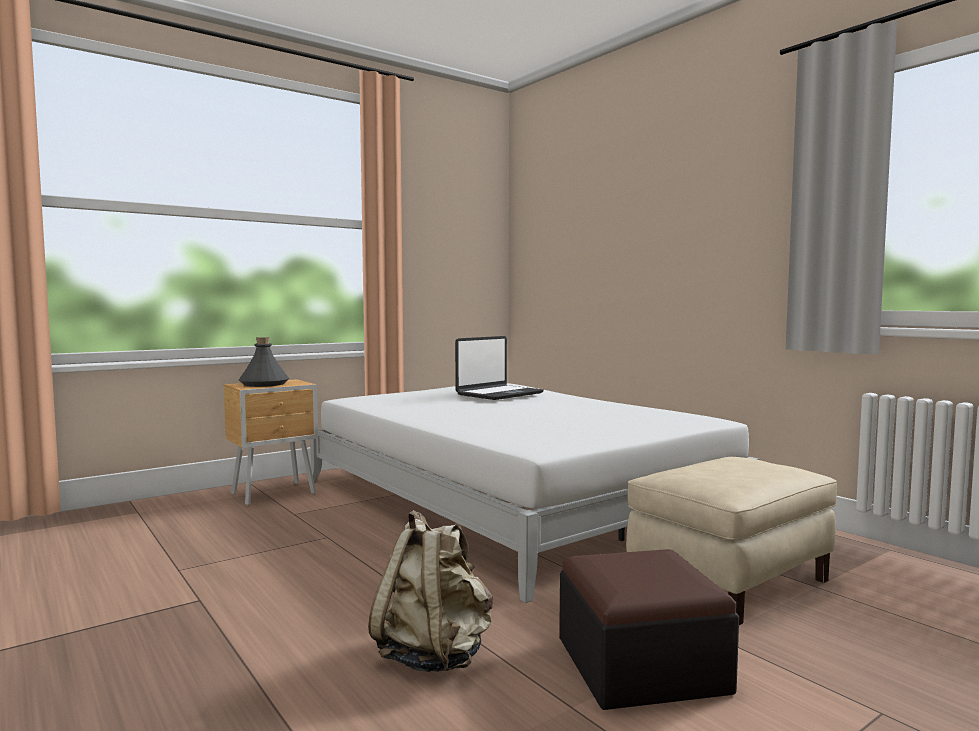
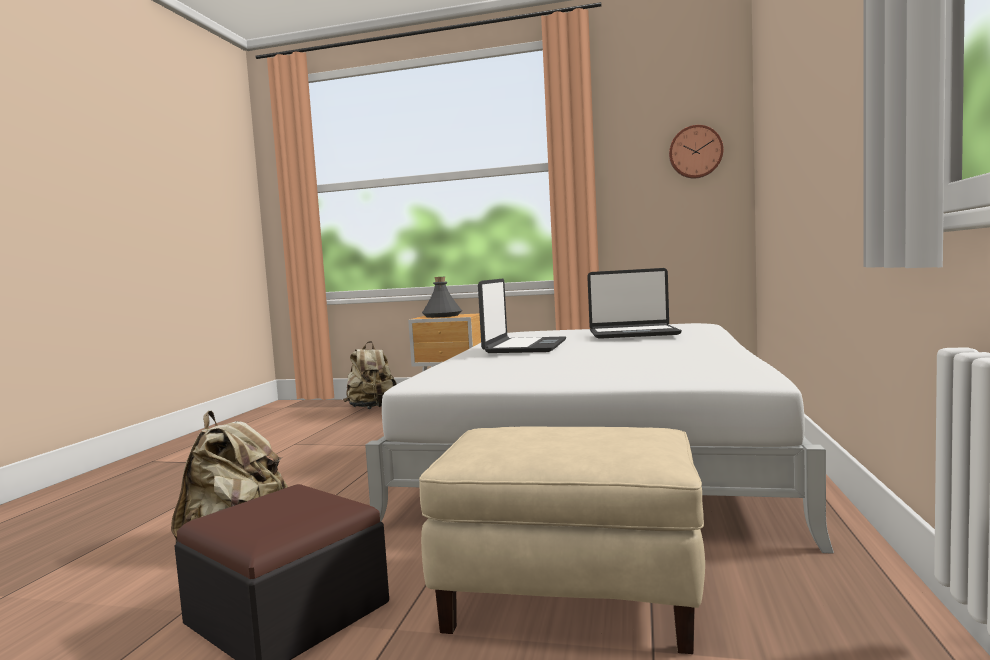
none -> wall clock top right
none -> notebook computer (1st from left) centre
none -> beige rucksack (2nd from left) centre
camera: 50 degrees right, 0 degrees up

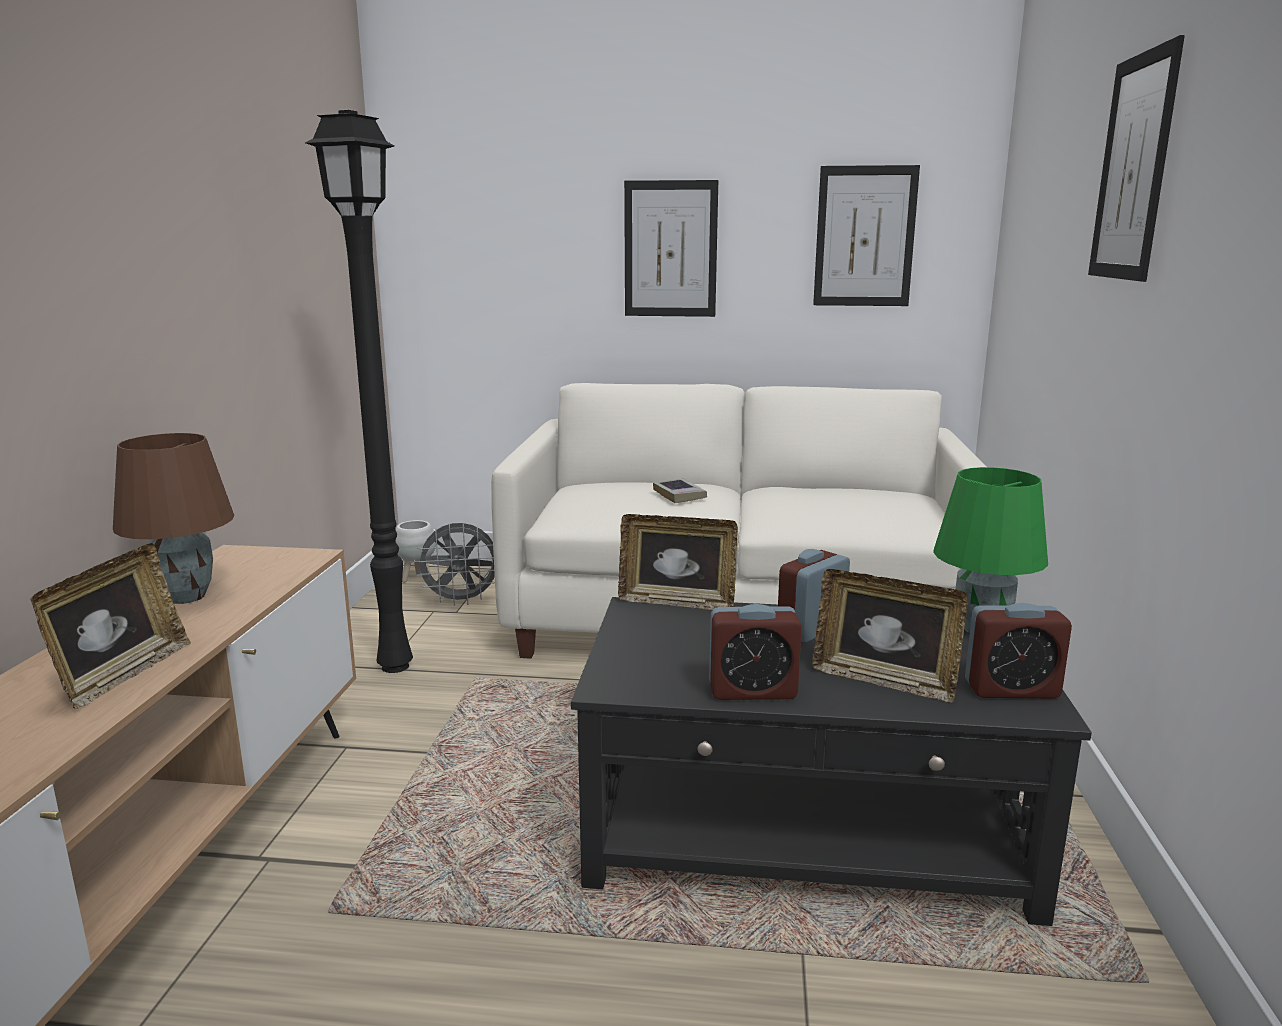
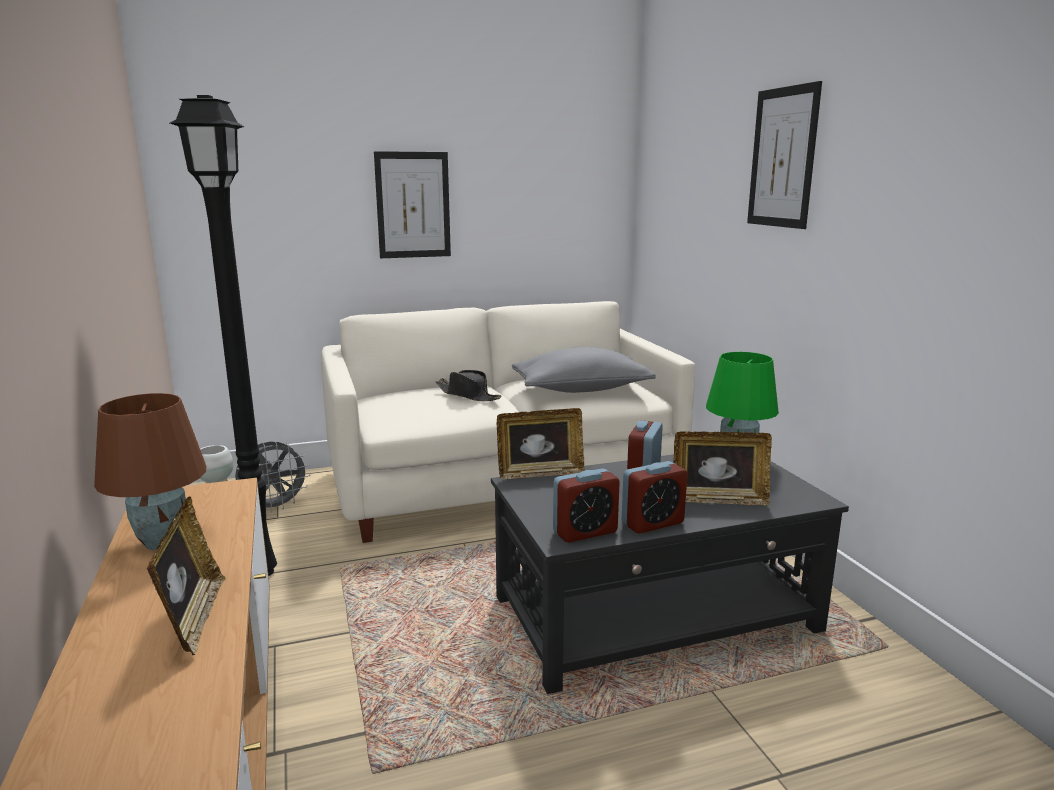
wall art (2nd from left) top right -> none
bound book centre -> black-coloured clothing hat centre
alarm clock (3rd from left in the first image) middle right -> alarm clock (1st from left) centre, moved
none -> grey throw pillow centre
camera: 25 degrees left, 0 degrees up

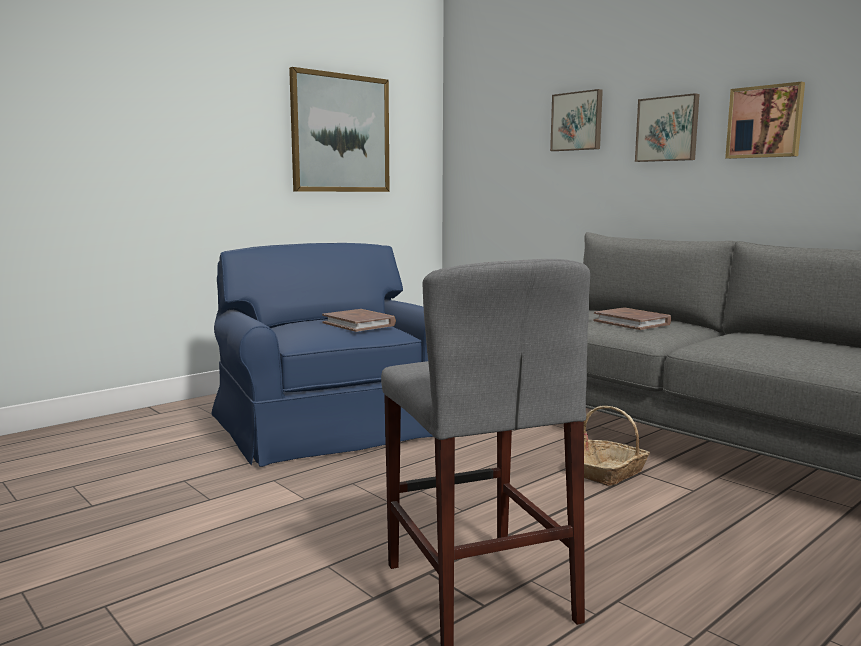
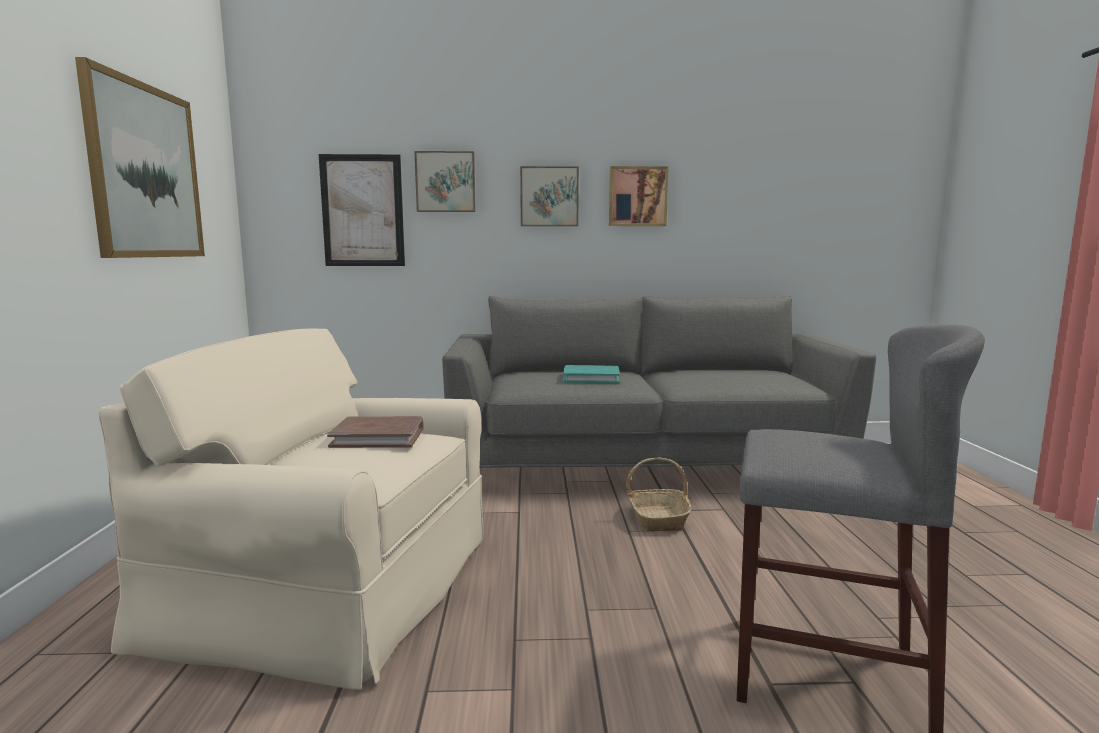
bluish easy chair centre -> beige easy chair bottom left
brown-coloured bound book (2nd from left) middle right -> blue-green bound book centre
none -> wall art (2nd from left) top left
camera: 50 degrees left, 0 degrees up

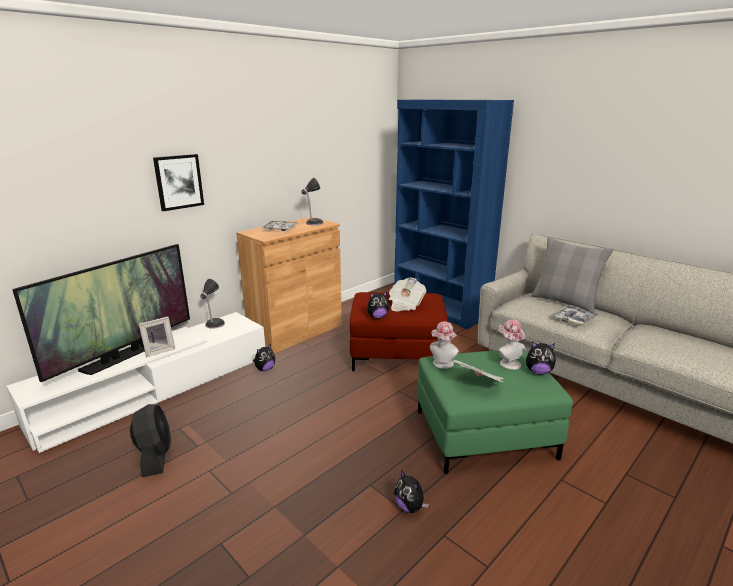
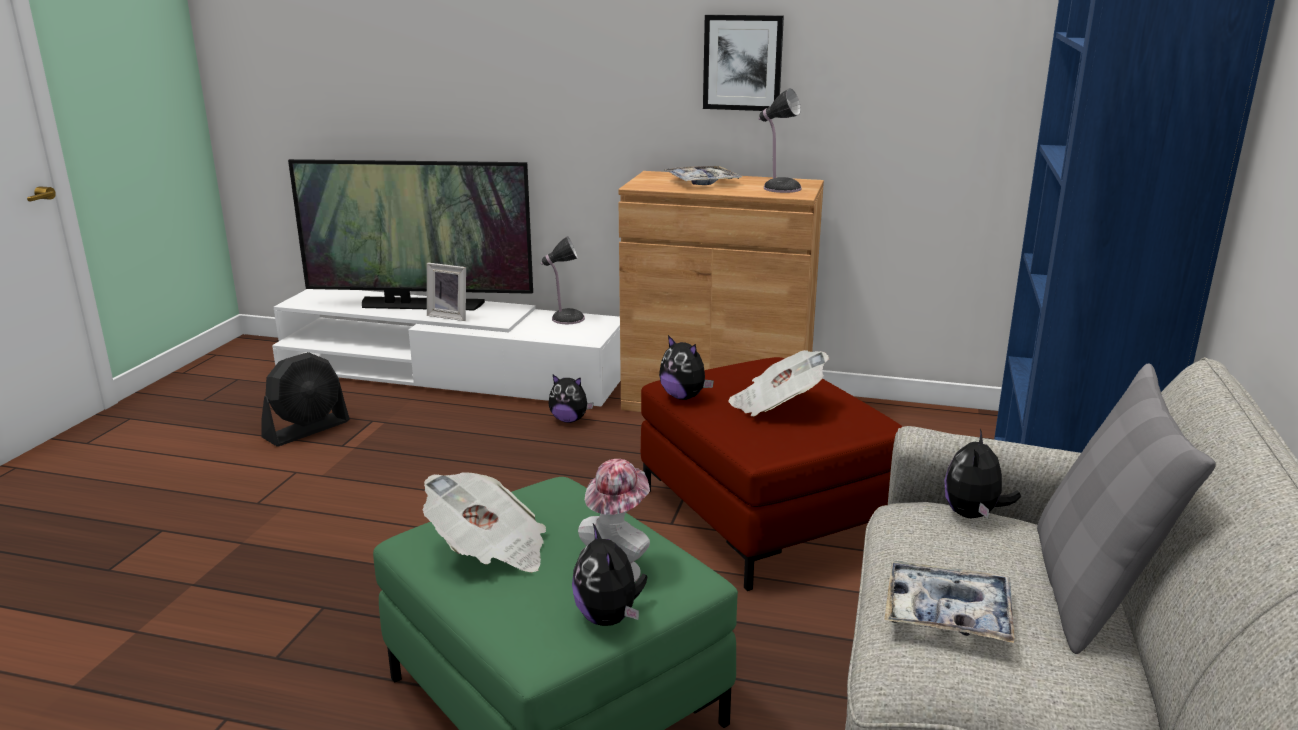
wall art top left -> wall art top centre, moved
clothing hat (1st from left) centre -> none
soft toy (3rd from left in the first image) bottom centre -> soft toy (4th from left) middle right, moved
camera: 60 degrees right, 0 degrees up

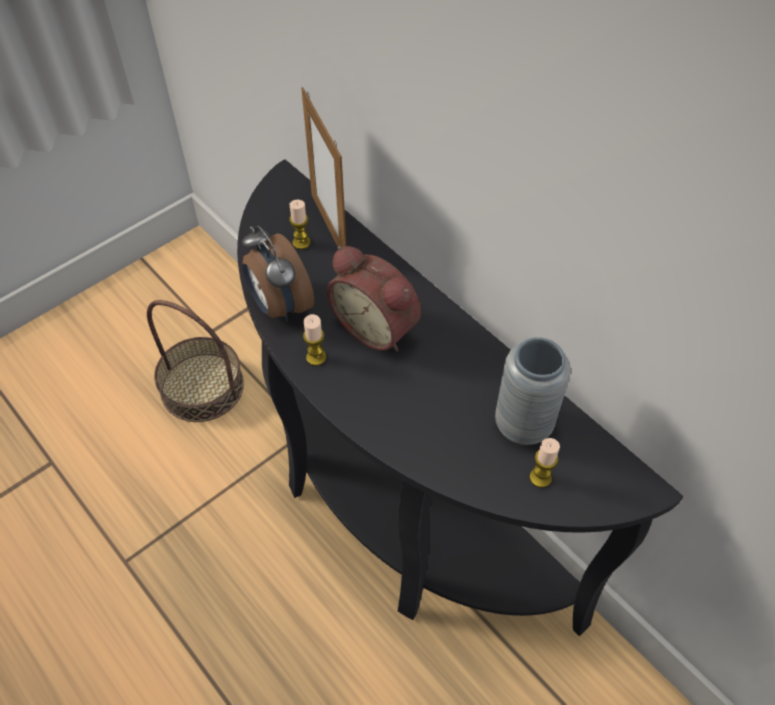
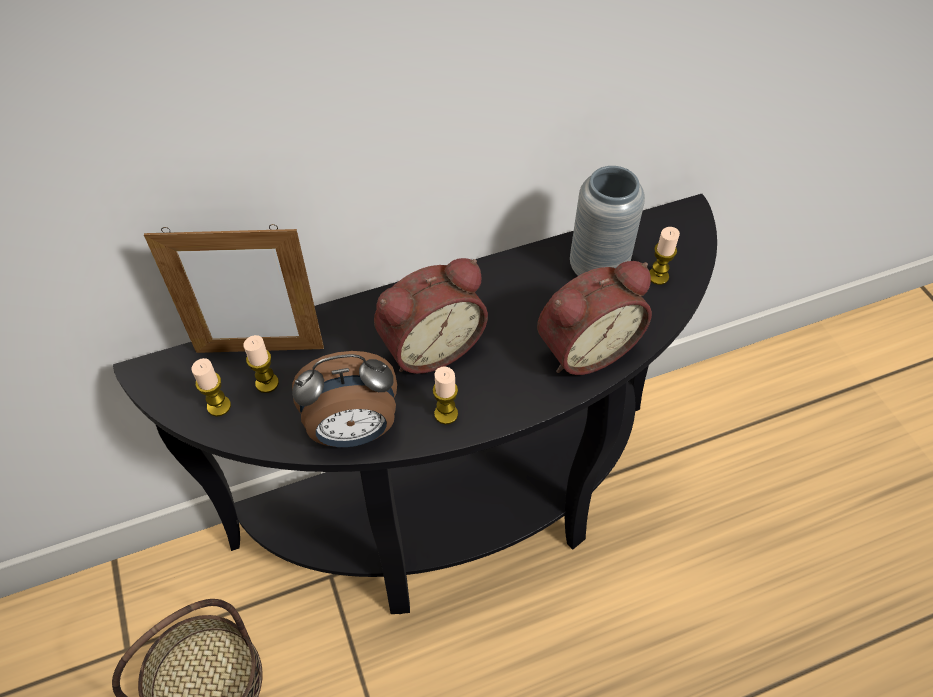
none -> alarm clock (3rd from left) centre
none -> wax light (1st from left) middle left
camera: 70 degrees left, 0 degrees up

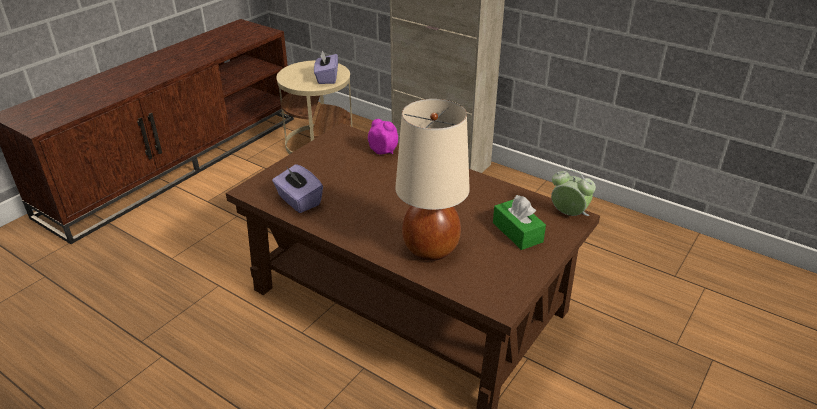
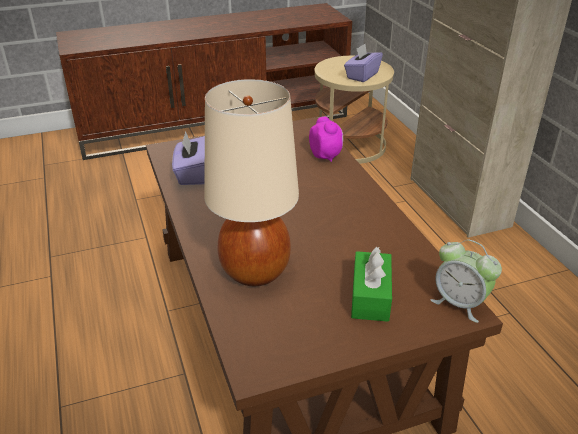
alarm clock (2nd from left) middle right, 150 degrees clockwise
camera: 35 degrees right, 0 degrees up

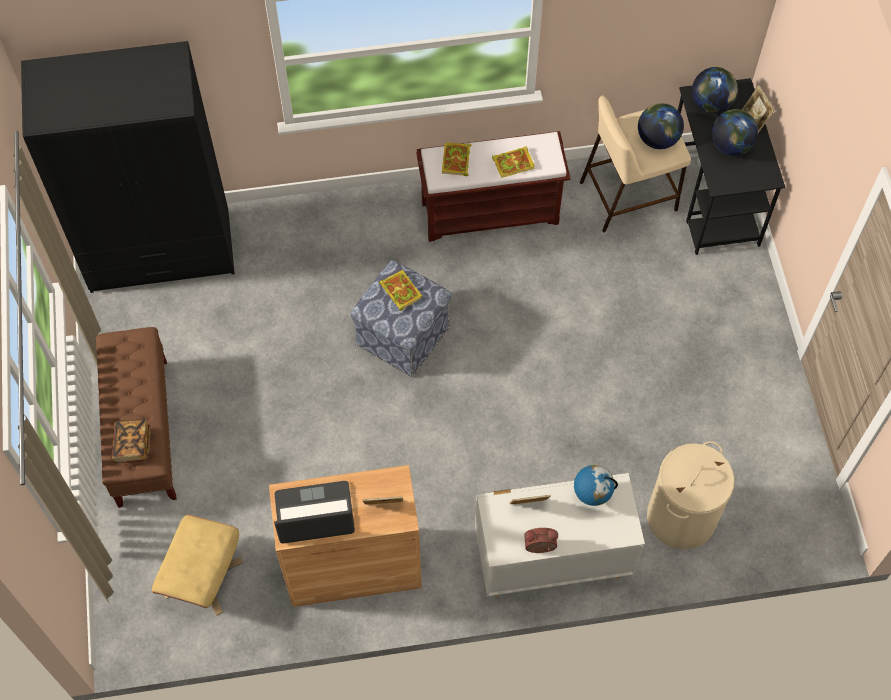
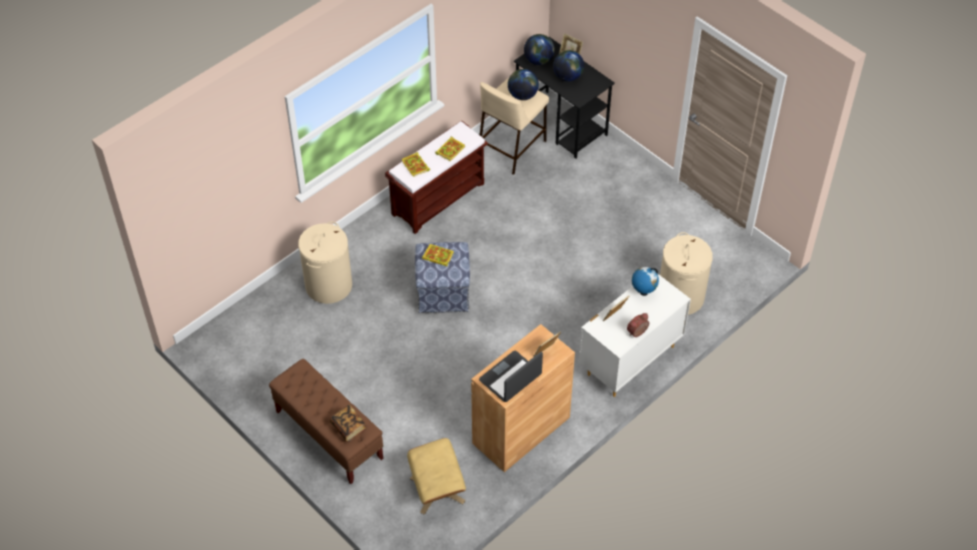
black-coloured clothes cupboard top left -> none
none -> beige washing basket (1st from left) middle left
camera: 35 degrees left, 10 degrees down

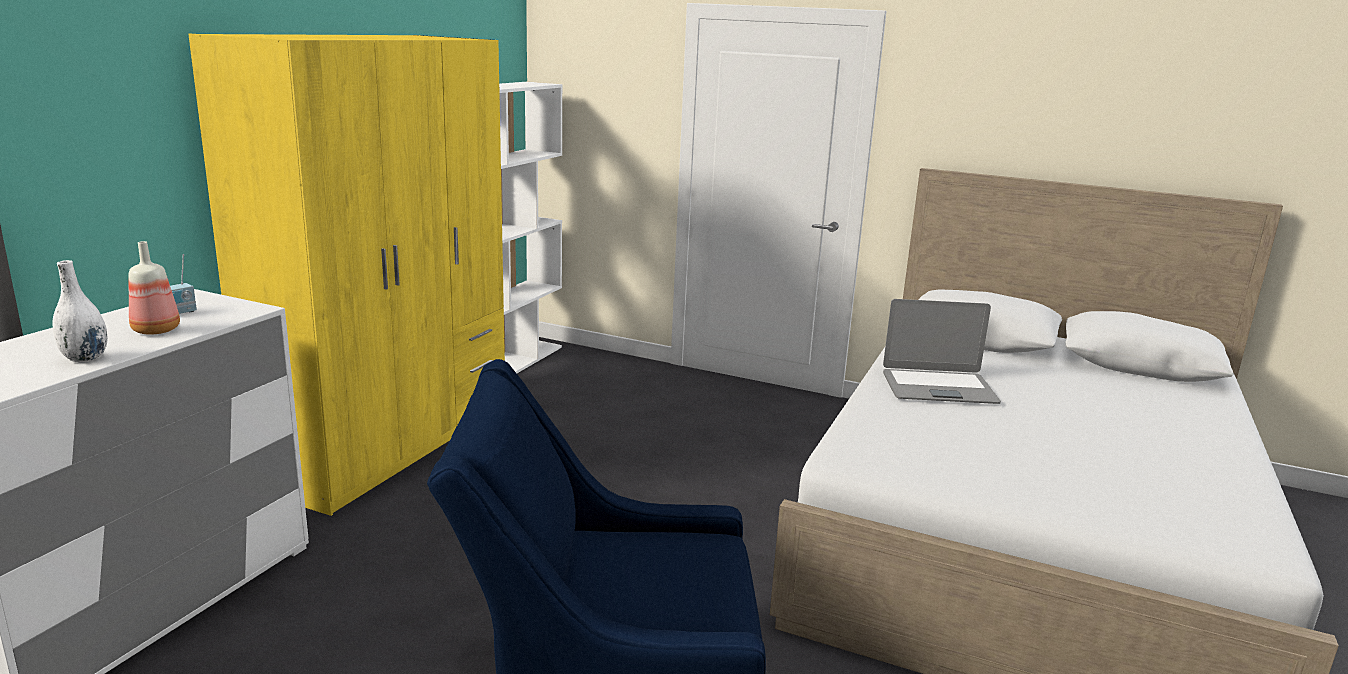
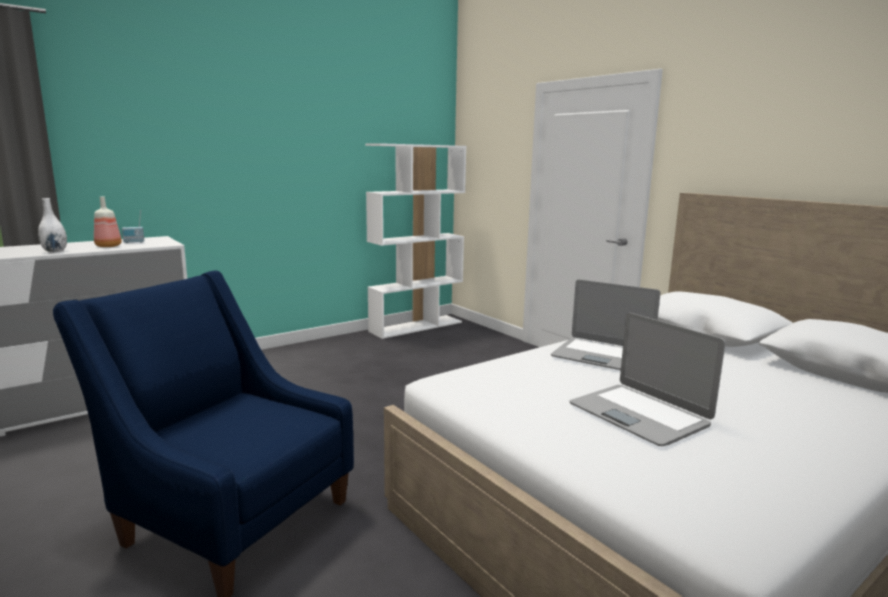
yellow clothes cupboard middle left -> none
none -> notebook computer (2nd from left) middle right
camera: 30 degrees right, 5 degrees down

